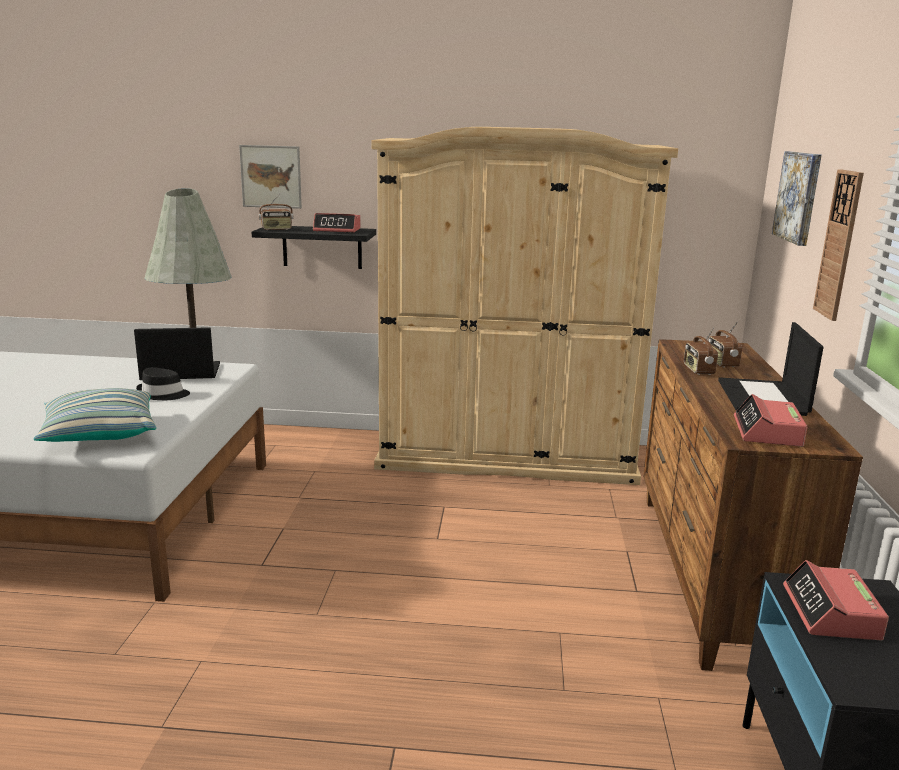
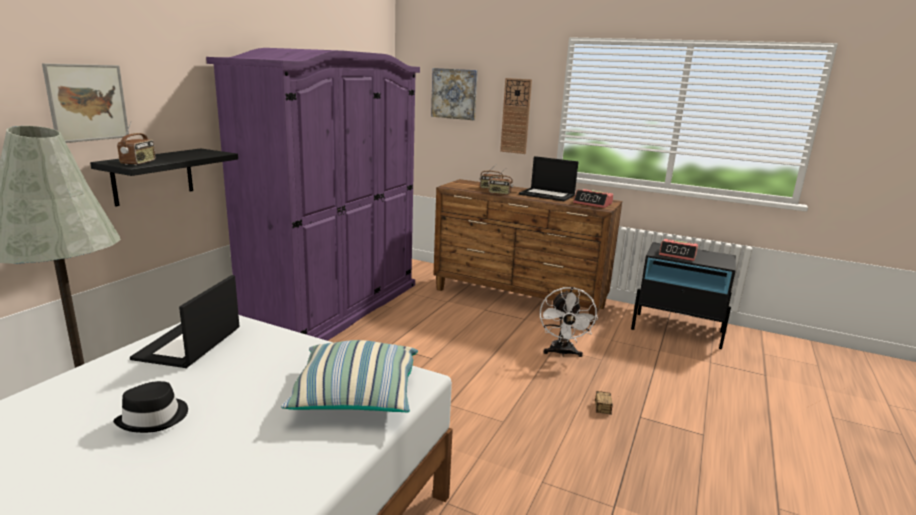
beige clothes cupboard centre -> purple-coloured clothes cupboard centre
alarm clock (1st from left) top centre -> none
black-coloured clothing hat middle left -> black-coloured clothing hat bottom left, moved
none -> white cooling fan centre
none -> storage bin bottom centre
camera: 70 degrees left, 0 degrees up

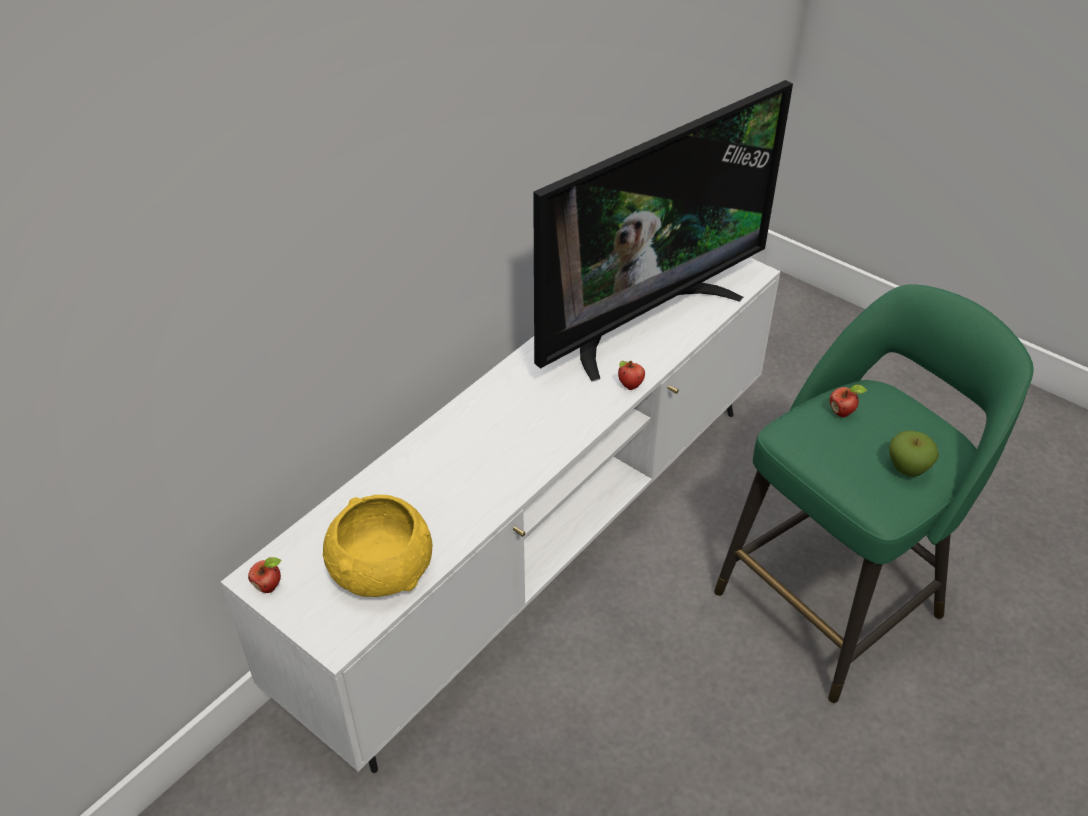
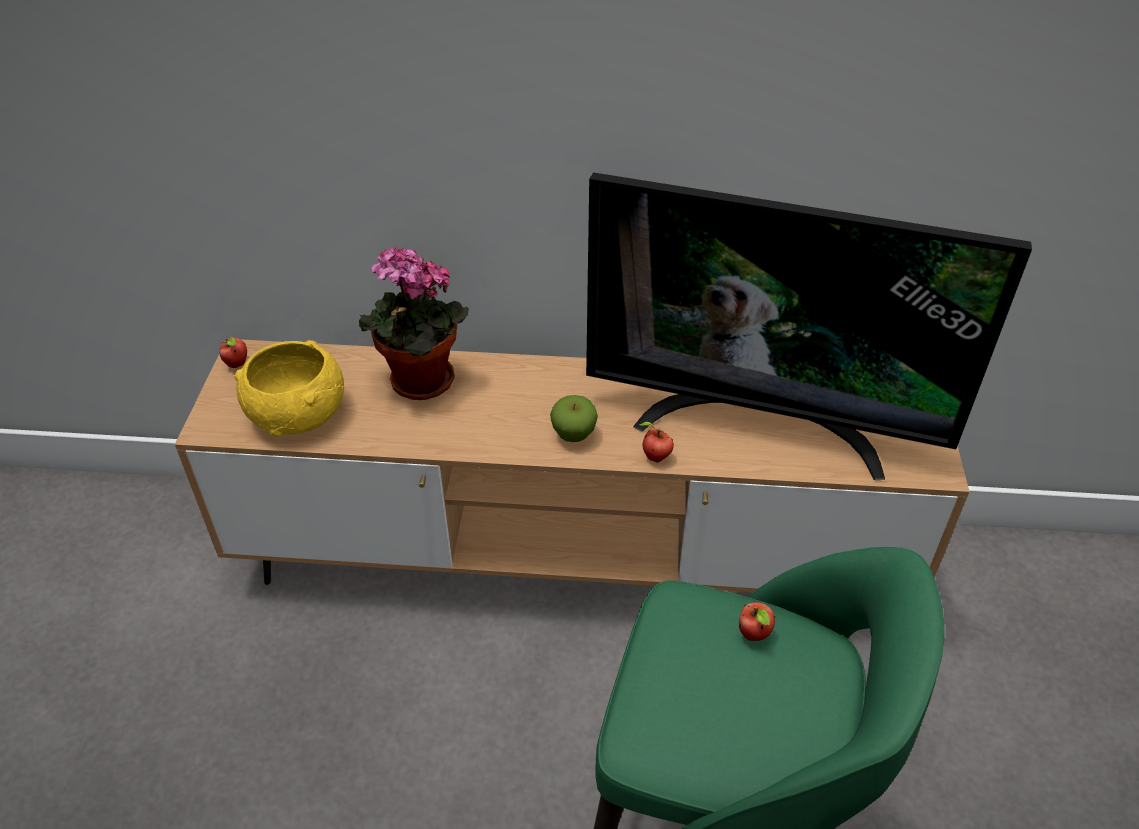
white tv unit centre -> brown-coloured tv unit centre
whole apple (4th from left in the first image) middle right -> whole apple (2nd from left) centre, moved
none -> houseplant centre
camera: 55 degrees right, 0 degrees up

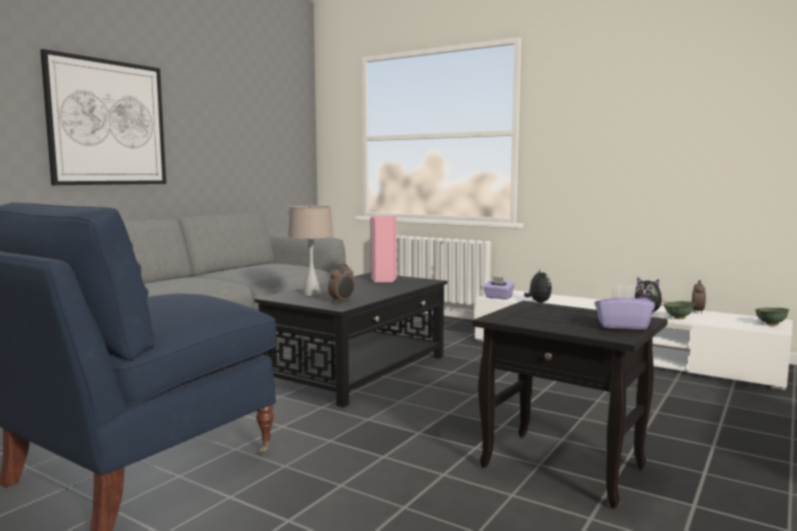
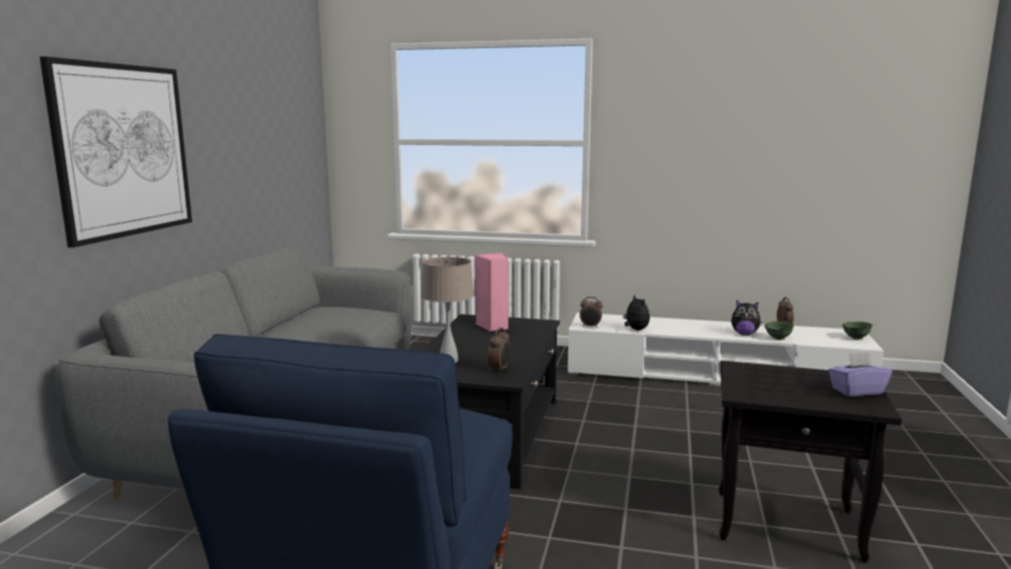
purple-coloured tissue box (1st from left) centre -> alarm clock (2nd from left) centre
camera: 20 degrees left, 5 degrees up

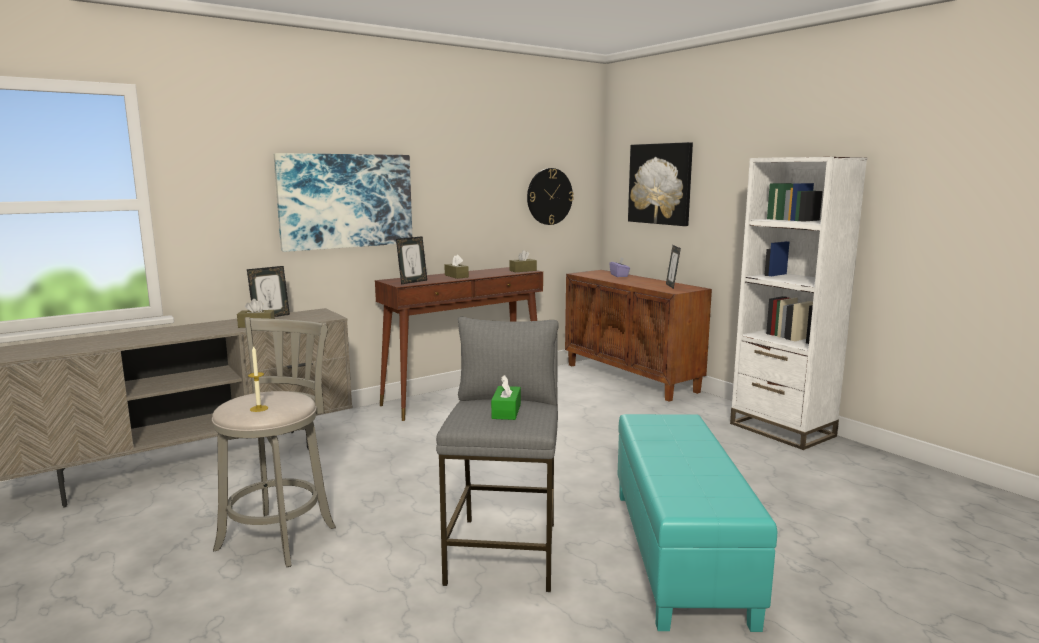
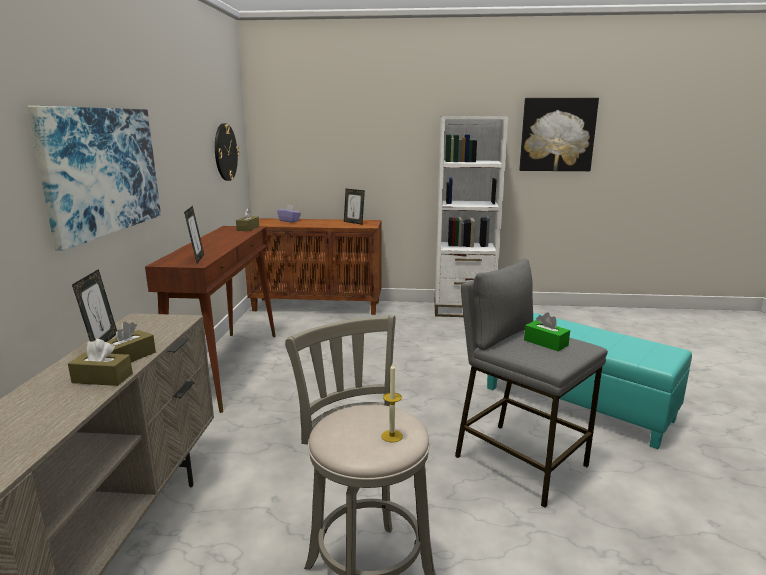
wall art (2nd from left) top centre -> wall art (2nd from left) top right, moved
brown-coloured tissue box (2nd from left in the first image) centre -> brown-coloured tissue box (1st from left) middle left, moved
camera: 50 degrees left, 5 degrees up

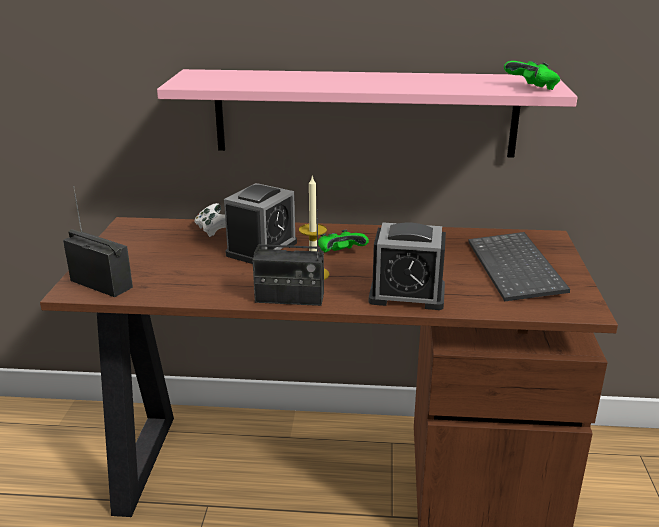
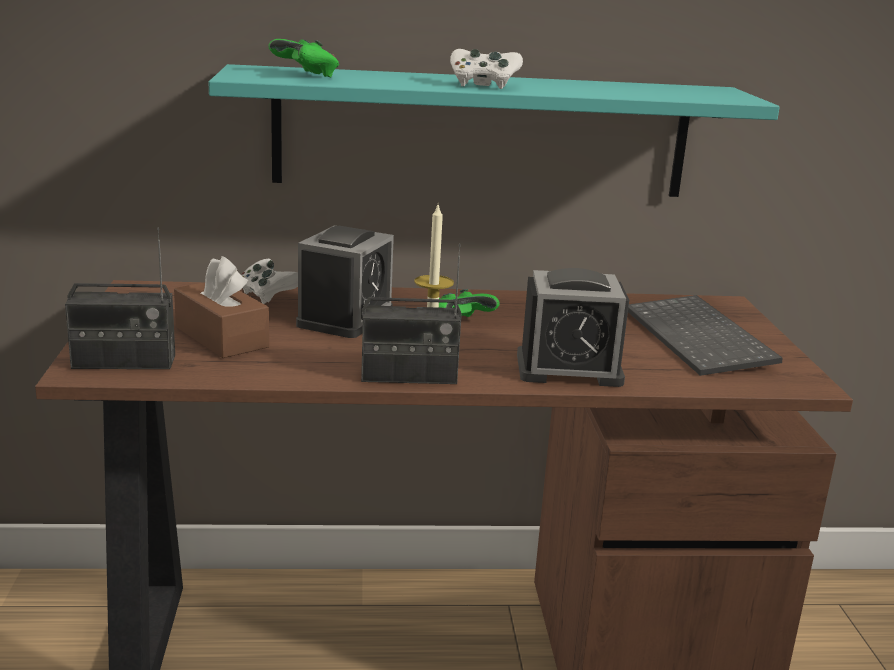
greenish gamepad (2nd from left in the first image) top right -> greenish gamepad (1st from left) top centre, moved
pink wall shelf top centre -> blue-green wall shelf top centre
radio receiver (1st from left) middle left, 150 degrees clockwise
none -> white gamepad (2nd from left) top centre
none -> brown-coloured tissue box middle left
camera: 10 degrees left, 5 degrees down

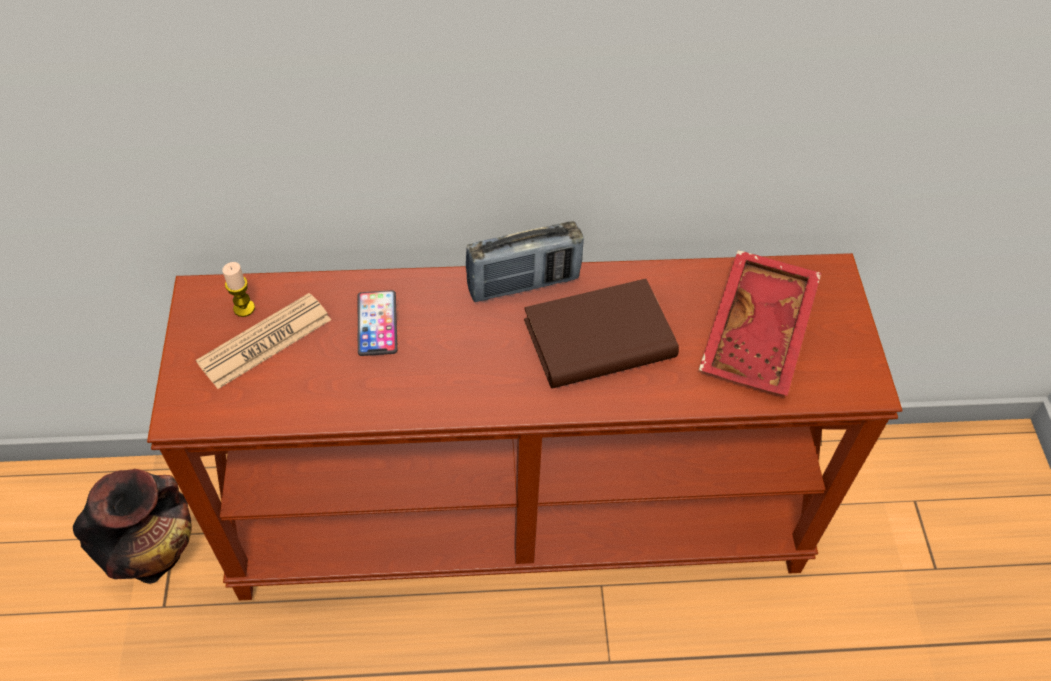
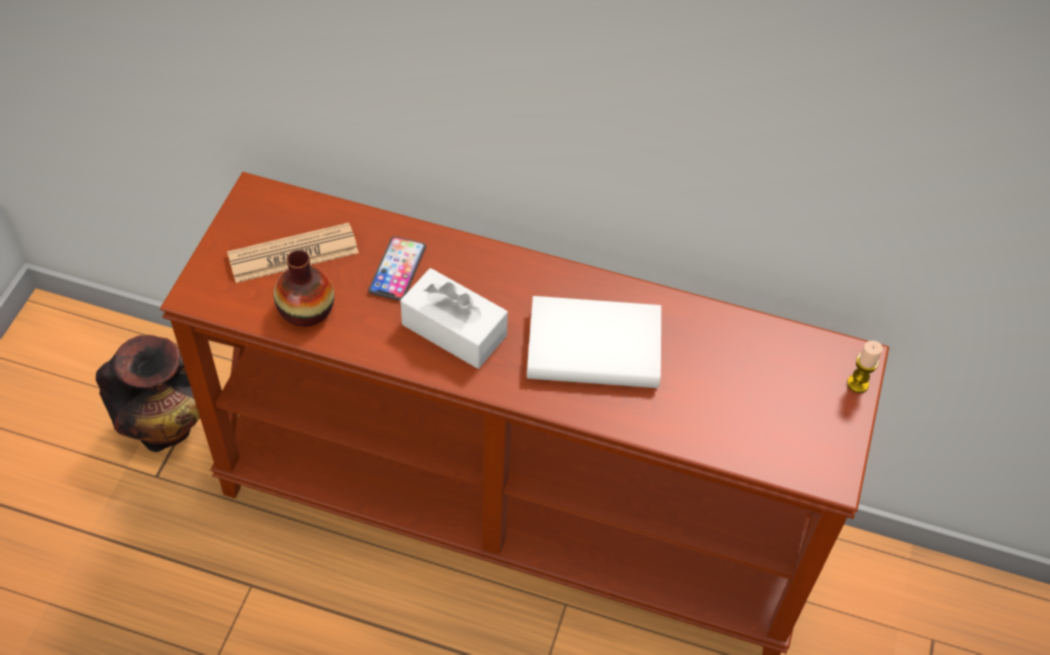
radio receiver centre -> none
reddish tray middle right -> none
wax light middle left -> wax light middle right, moved
brown-coloured bound book centre -> white bound book centre
none -> flower vase (2nd from left) middle left
none -> white tissue box centre
camera: 20 degrees right, 0 degrees up

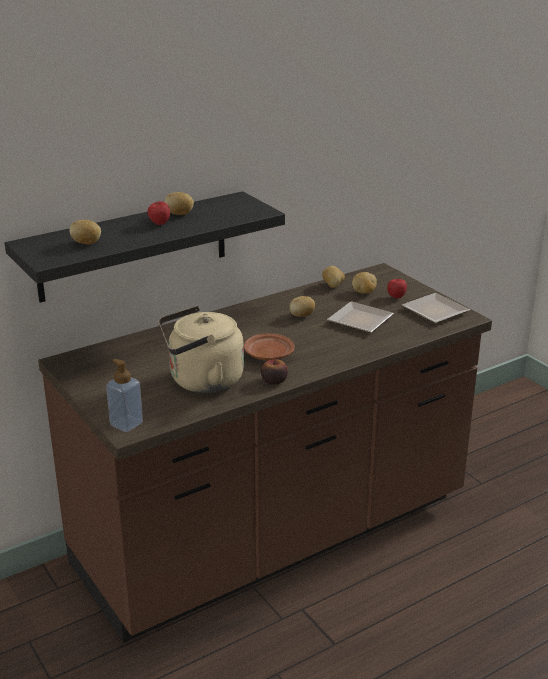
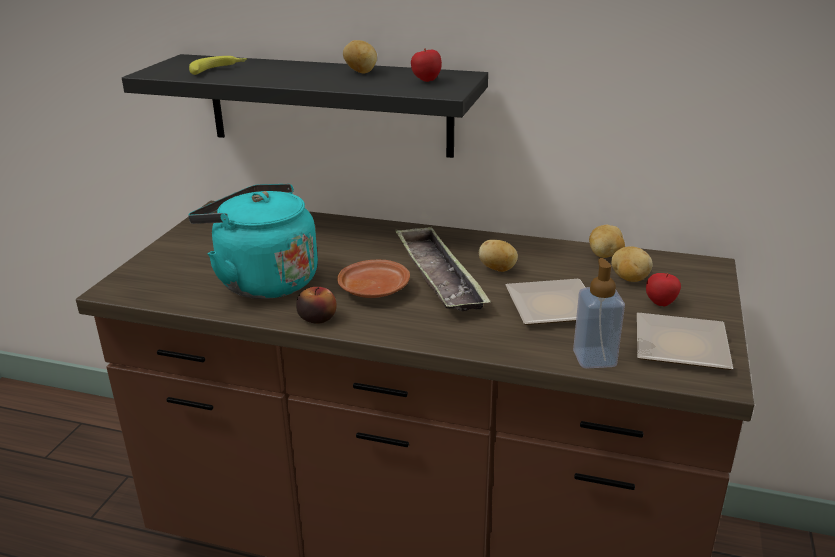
whole apple (1st from left in the first image) top left -> whole apple (2nd from left) top centre, moved
spud (1st from left) middle left -> whole banana top left
beige water kettle centre -> blue-green water kettle middle left
soap dispenser middle left -> soap dispenser middle right, moved
none -> tray centre
camera: 50 degrees right, 0 degrees up

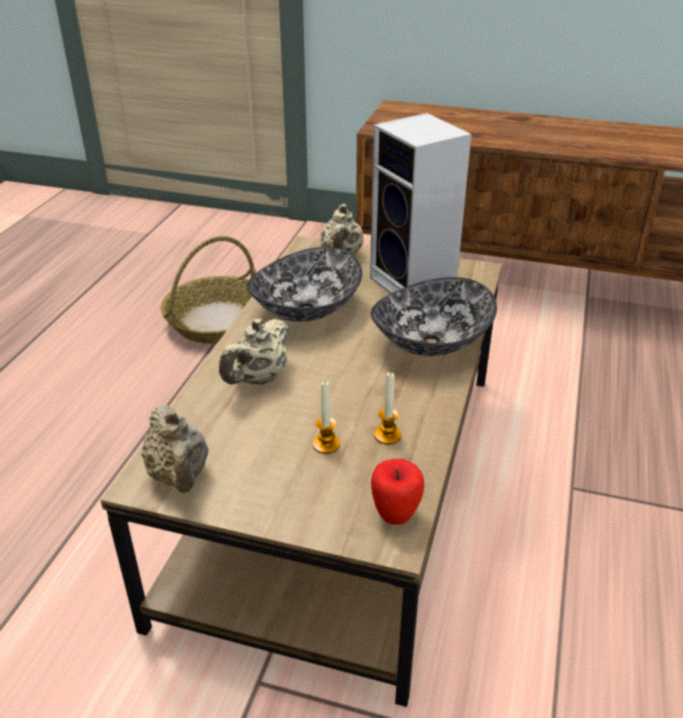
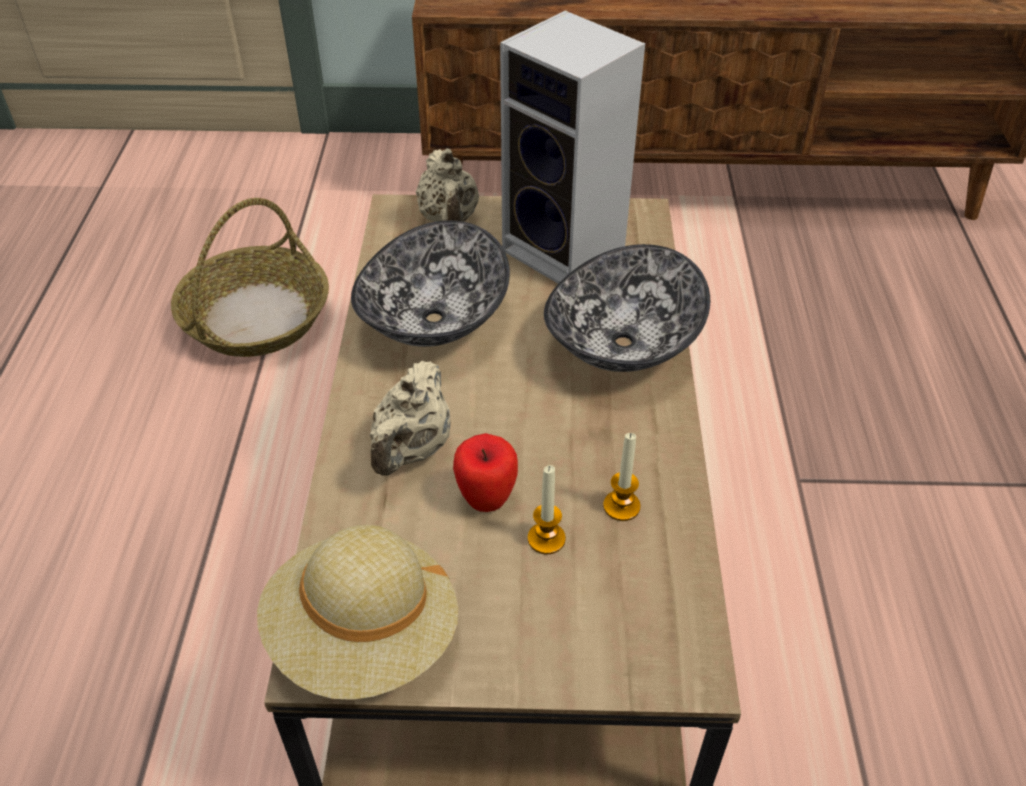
beige teapot (1st from left) middle left -> beige clothing hat bottom centre
whole apple bottom centre -> whole apple centre, moved
camera: 15 degrees left, 10 degrees up

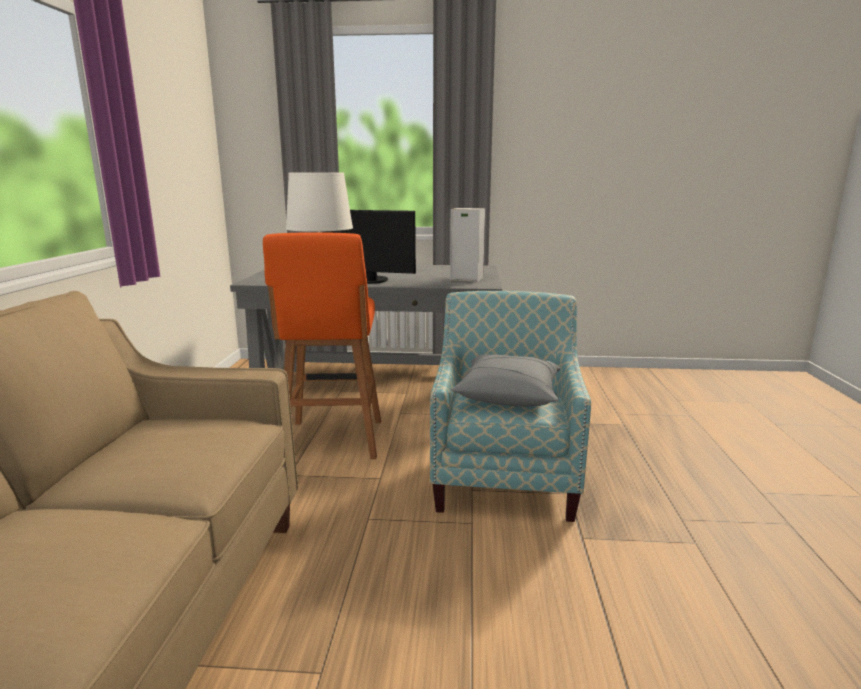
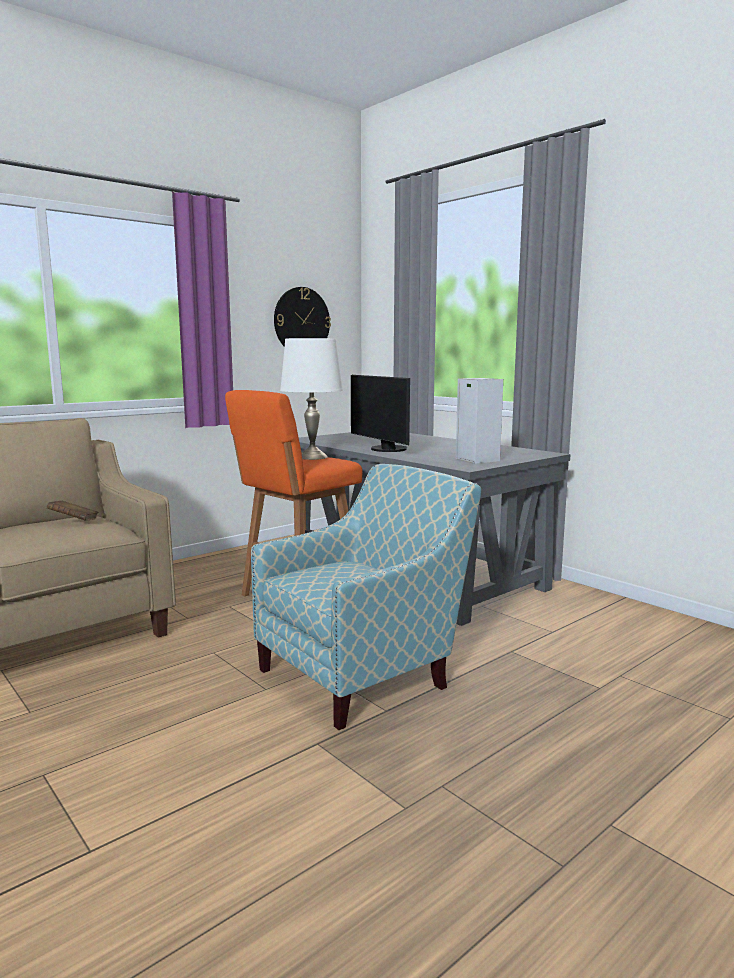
grey throw pillow centre -> none
none -> wall clock top centre
none -> brown-coloured bound book middle left
camera: 45 degrees right, 5 degrees down

